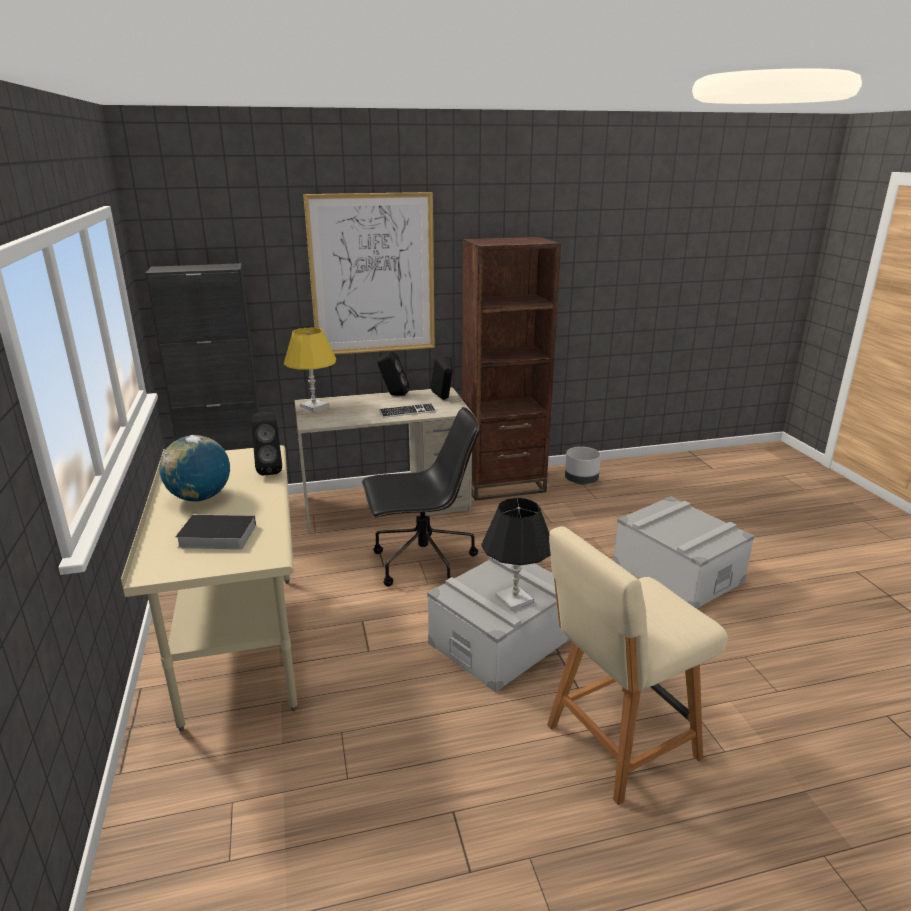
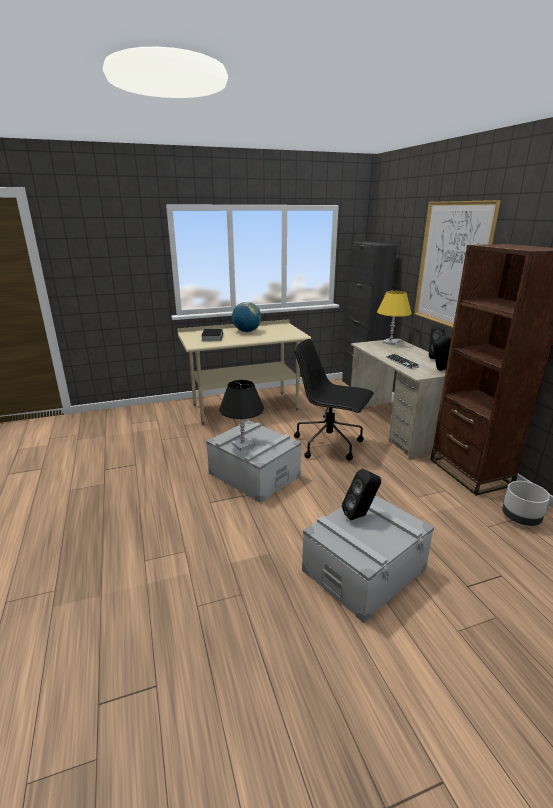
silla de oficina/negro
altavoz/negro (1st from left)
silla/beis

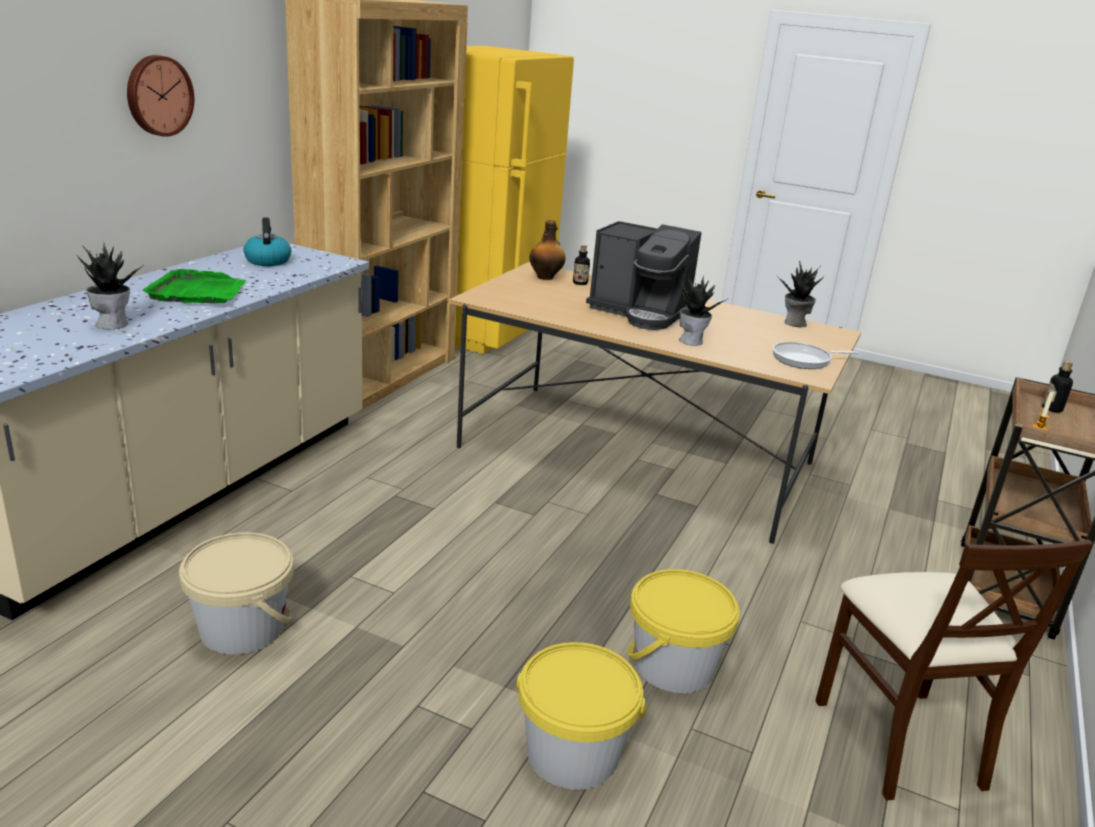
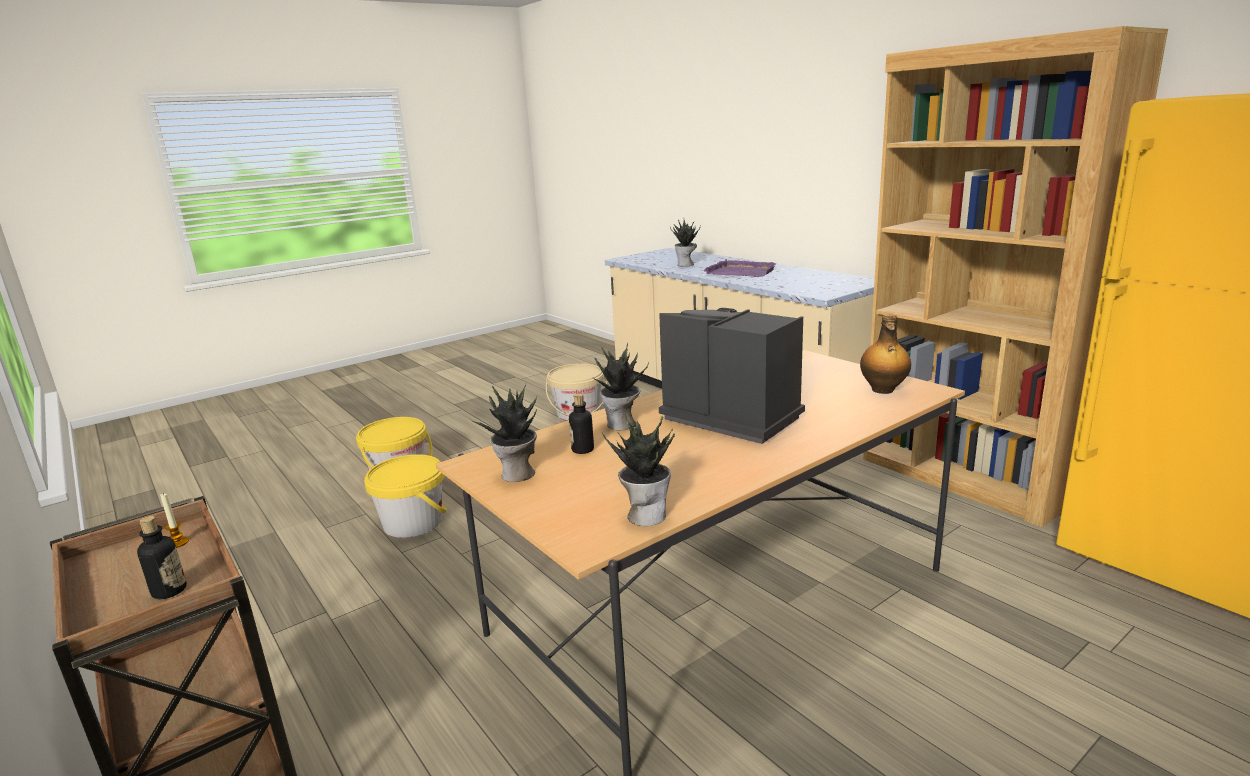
planta en maceta (1st from left)
botella (2nd from left)
cafetera
bandeja/morado
reloj de pared
hervidor
silla/beis

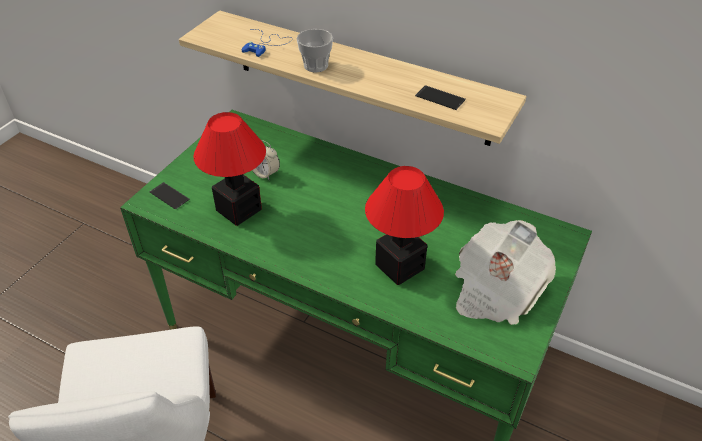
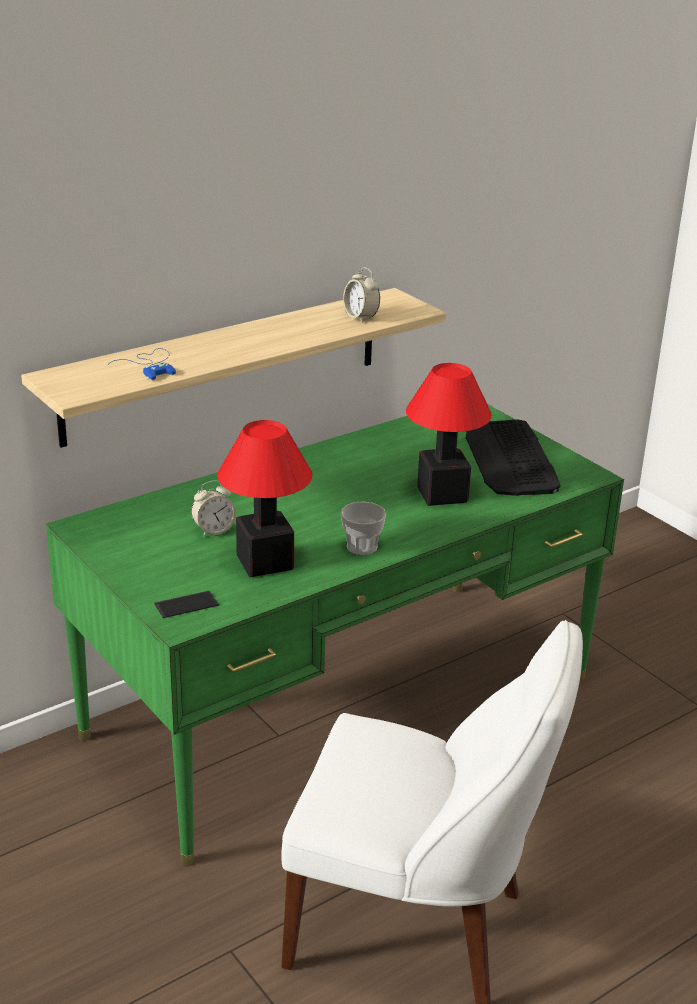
taza
despertador (2nd from left)
teclado

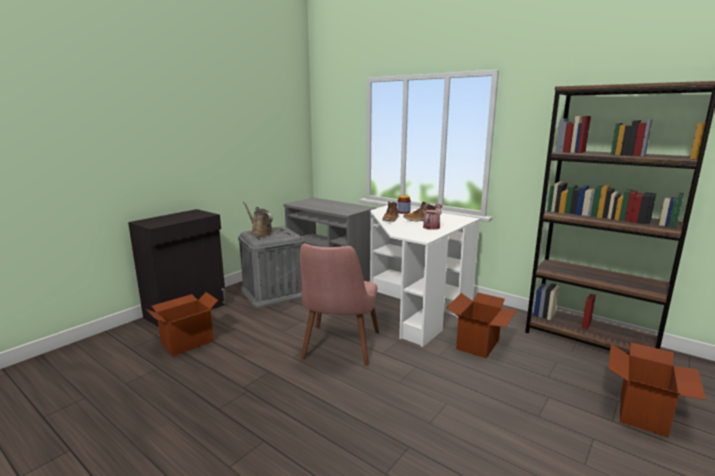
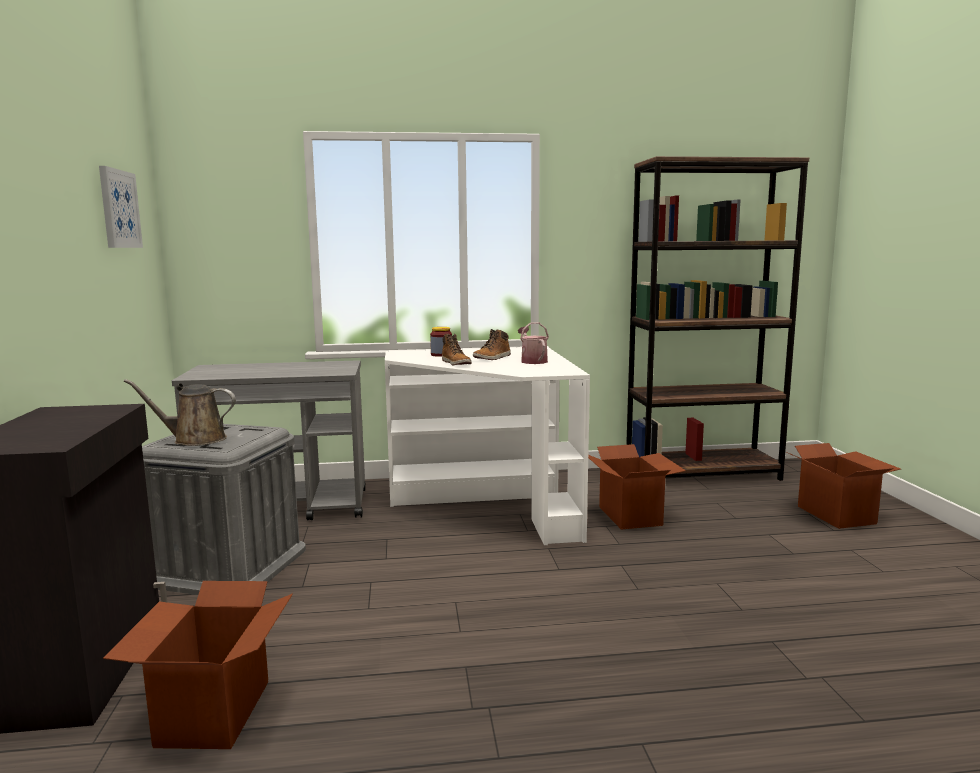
cuadro
silla/rosa

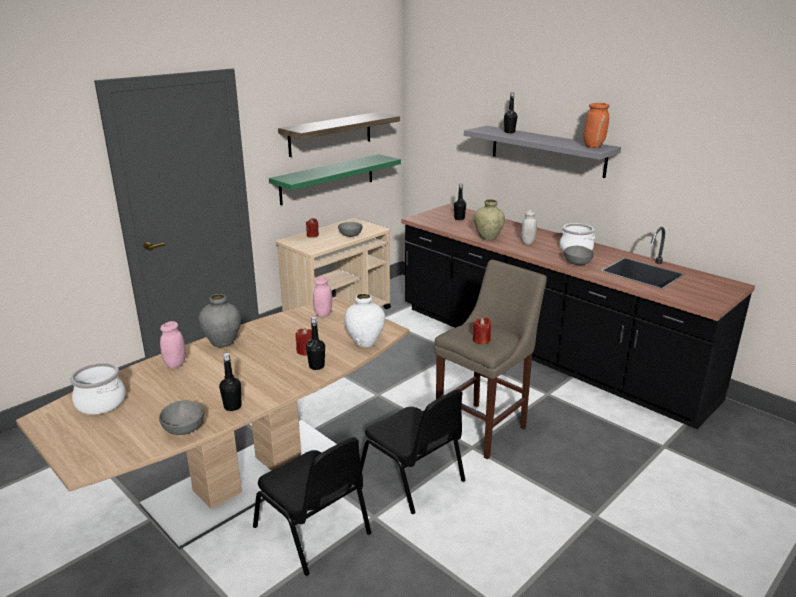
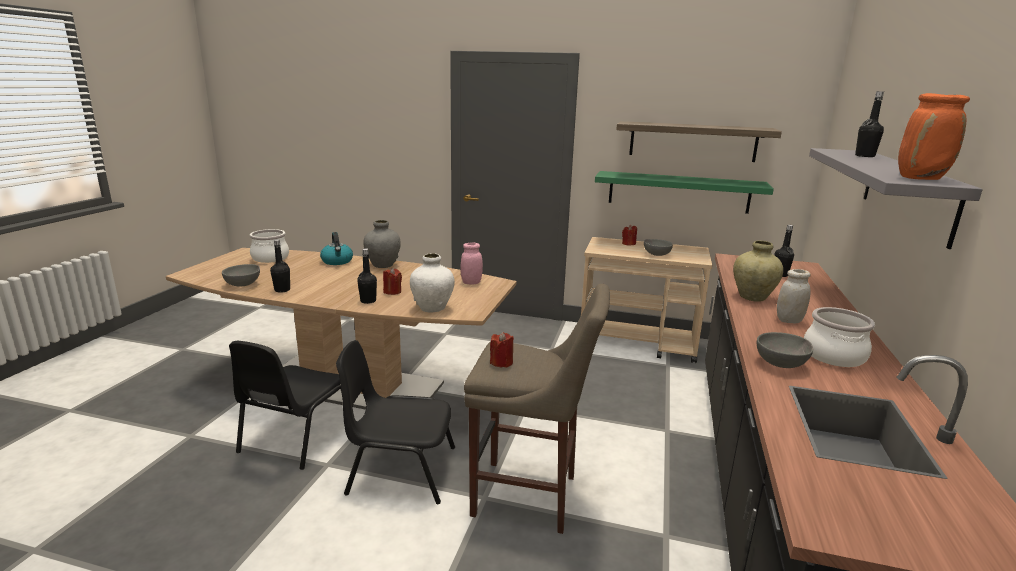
hervidor
silla/negro (2nd from left)

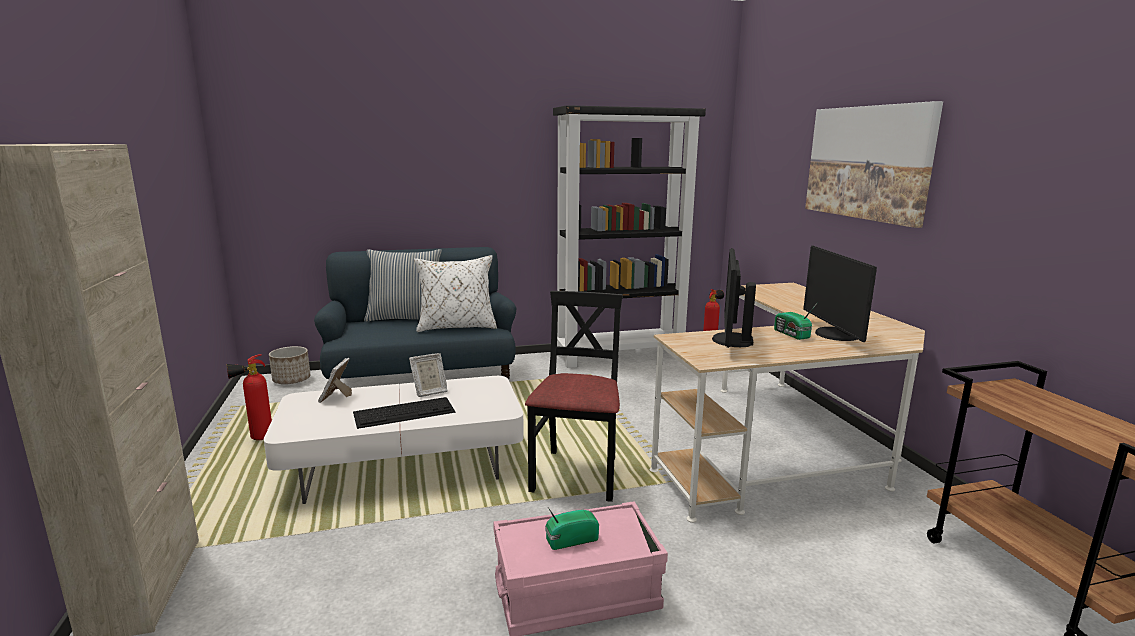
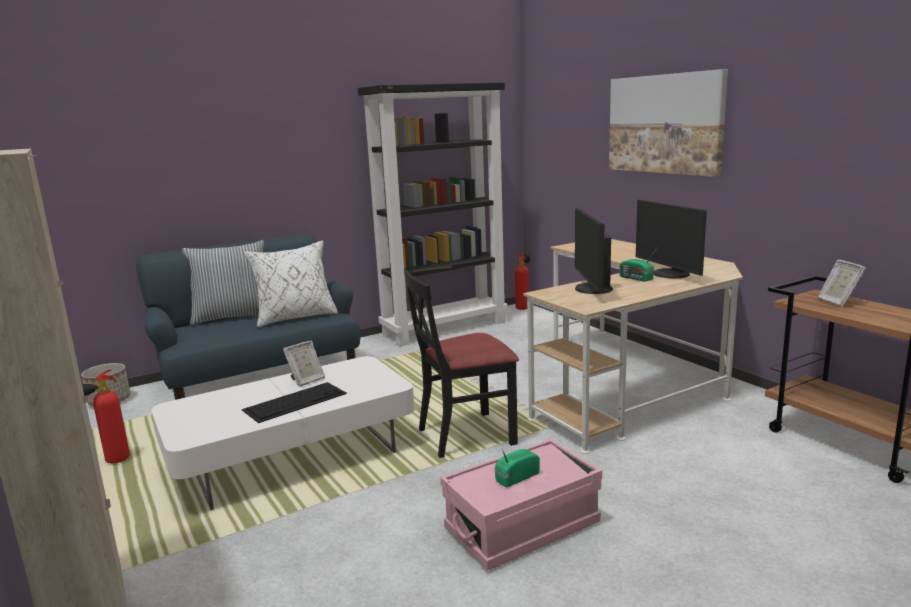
silla/negro
portarretratos (2nd from left)

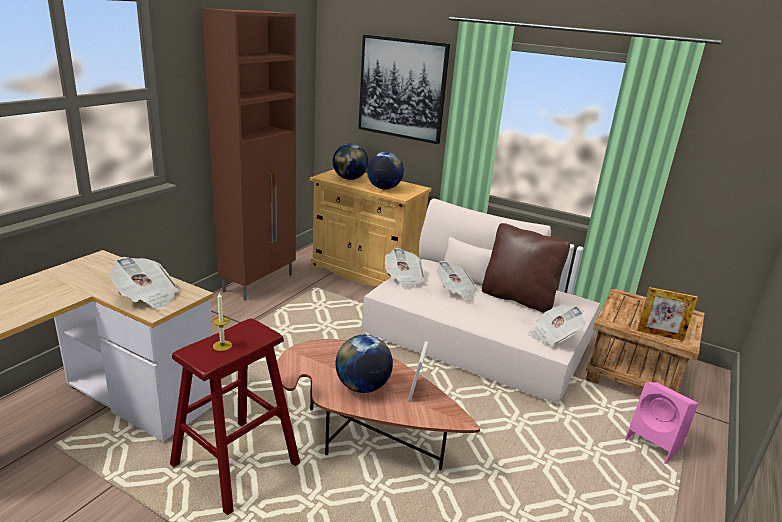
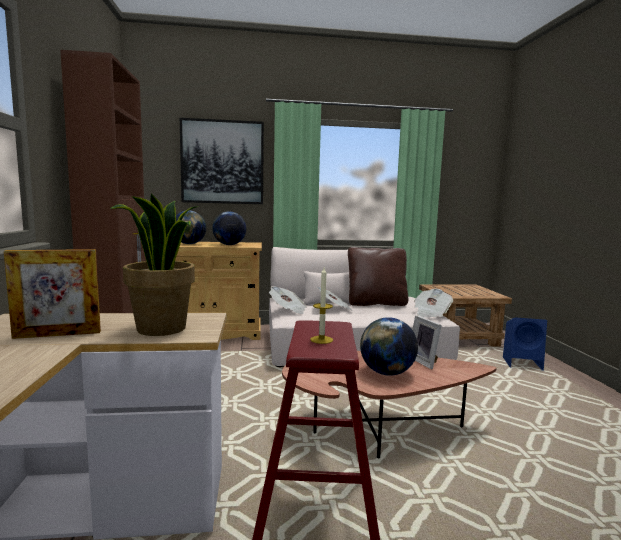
portarretratos (1st from left)
planta en maceta
altavoz/azul

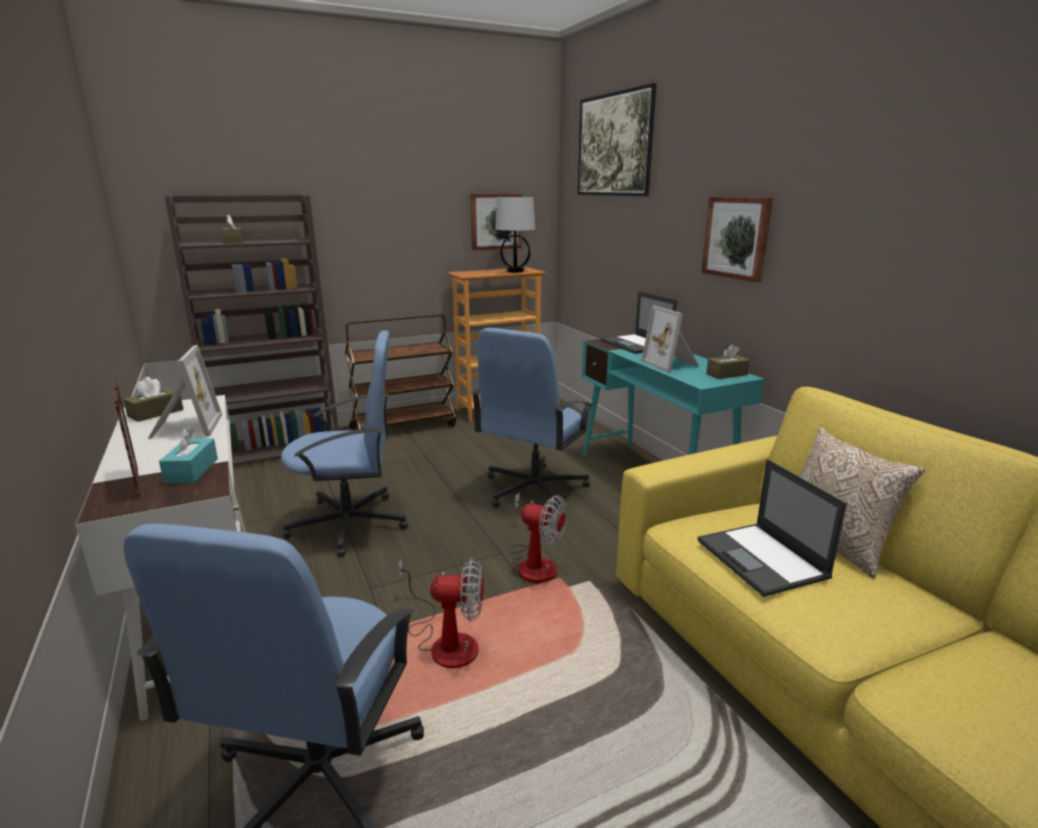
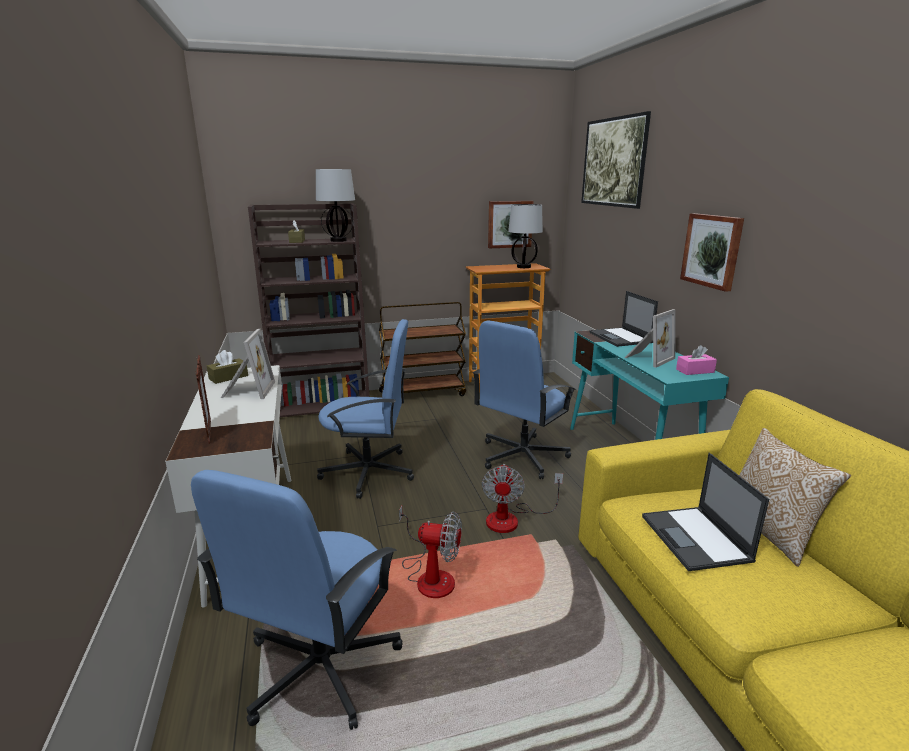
lámpara de mesa (1st from left)
ventilador (2nd from left)
portarretratos (3rd from left)
caja de pañuelos/rosa
caja de pañuelos/turquesa

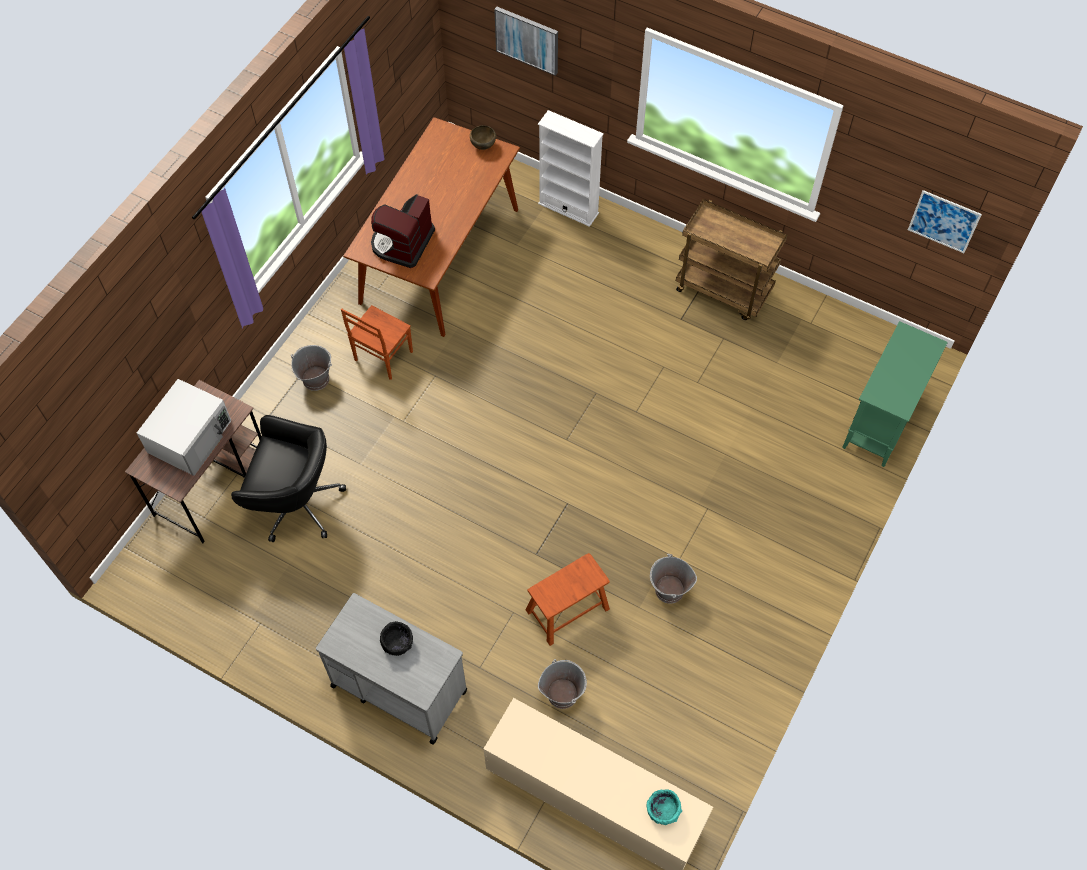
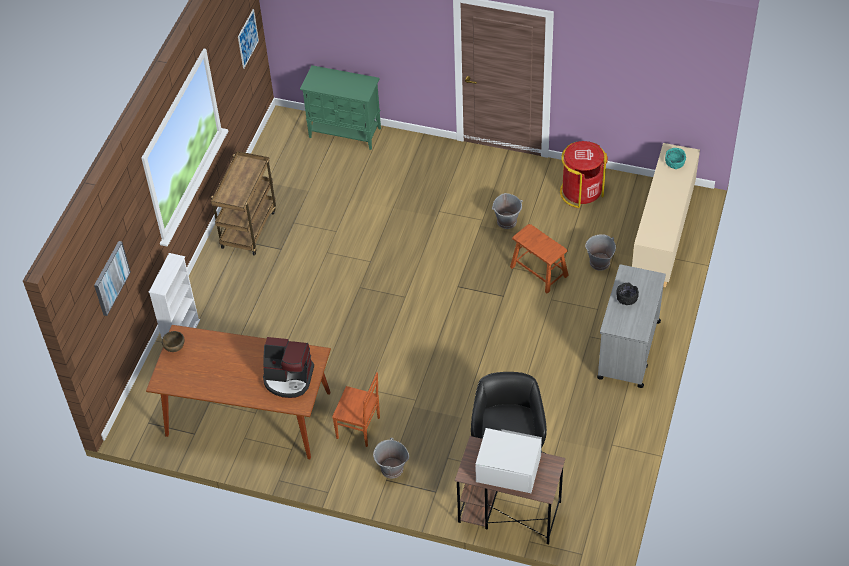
papelera/rojo

